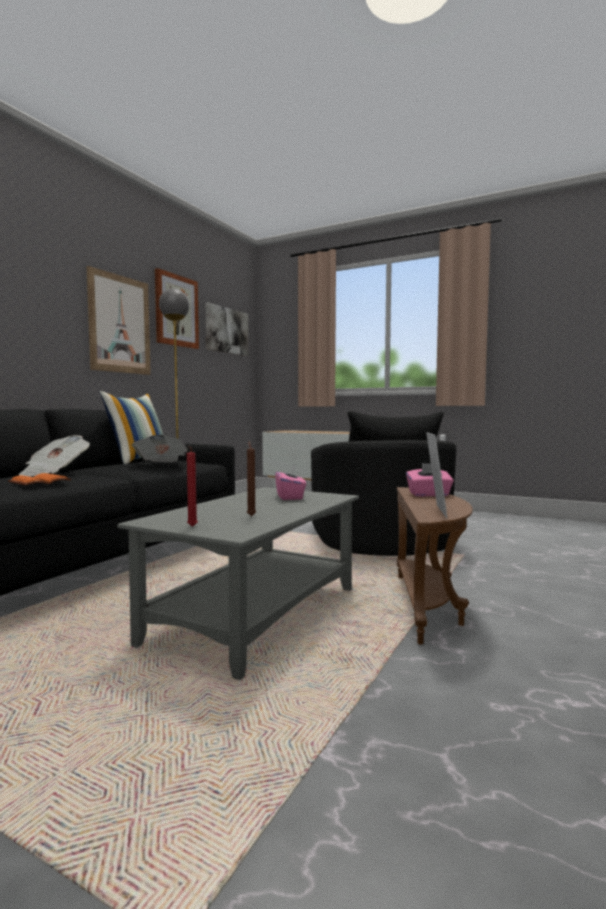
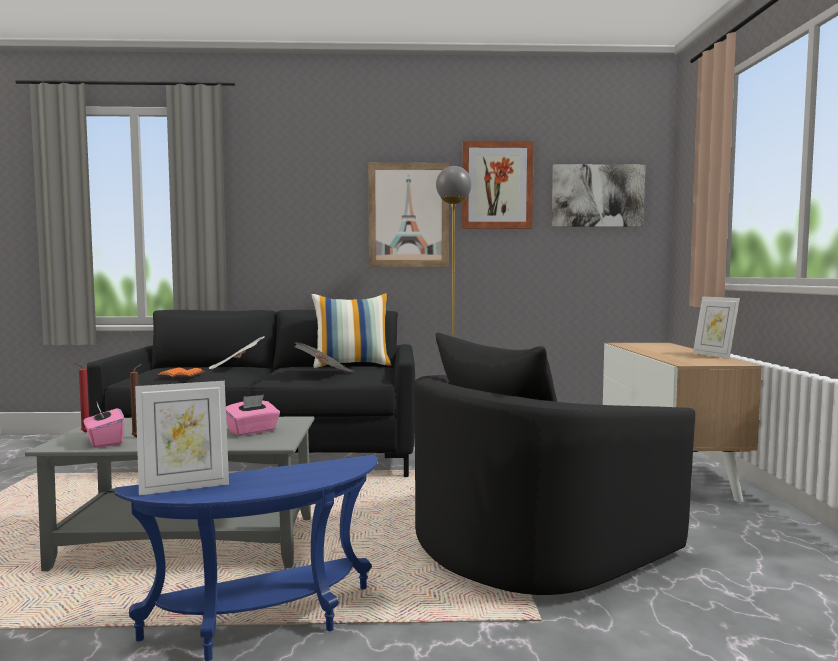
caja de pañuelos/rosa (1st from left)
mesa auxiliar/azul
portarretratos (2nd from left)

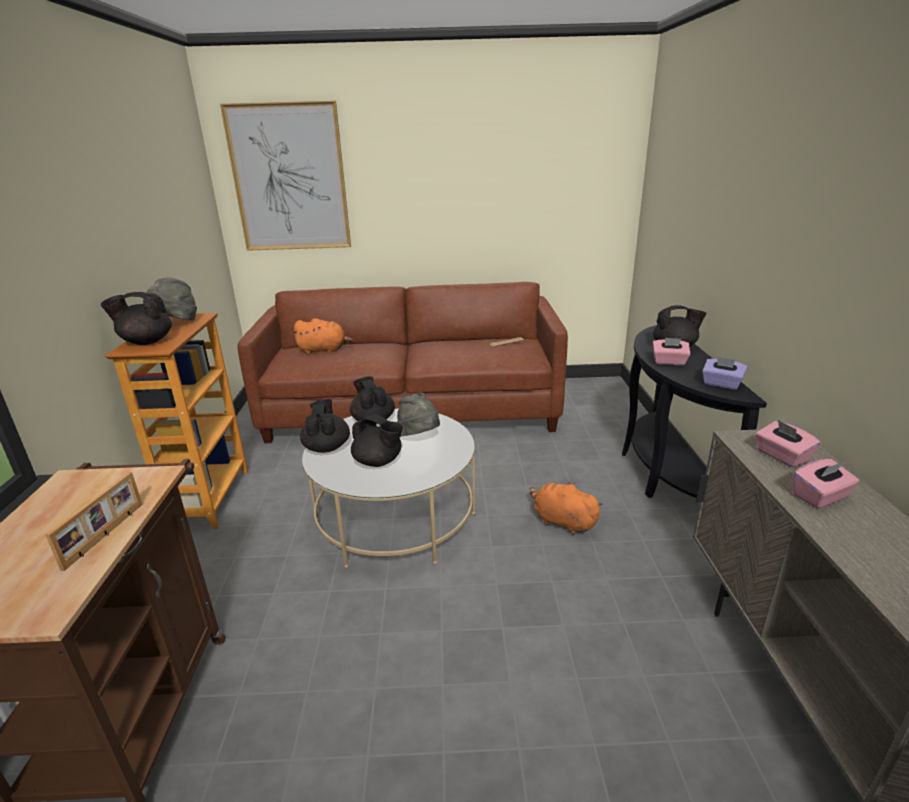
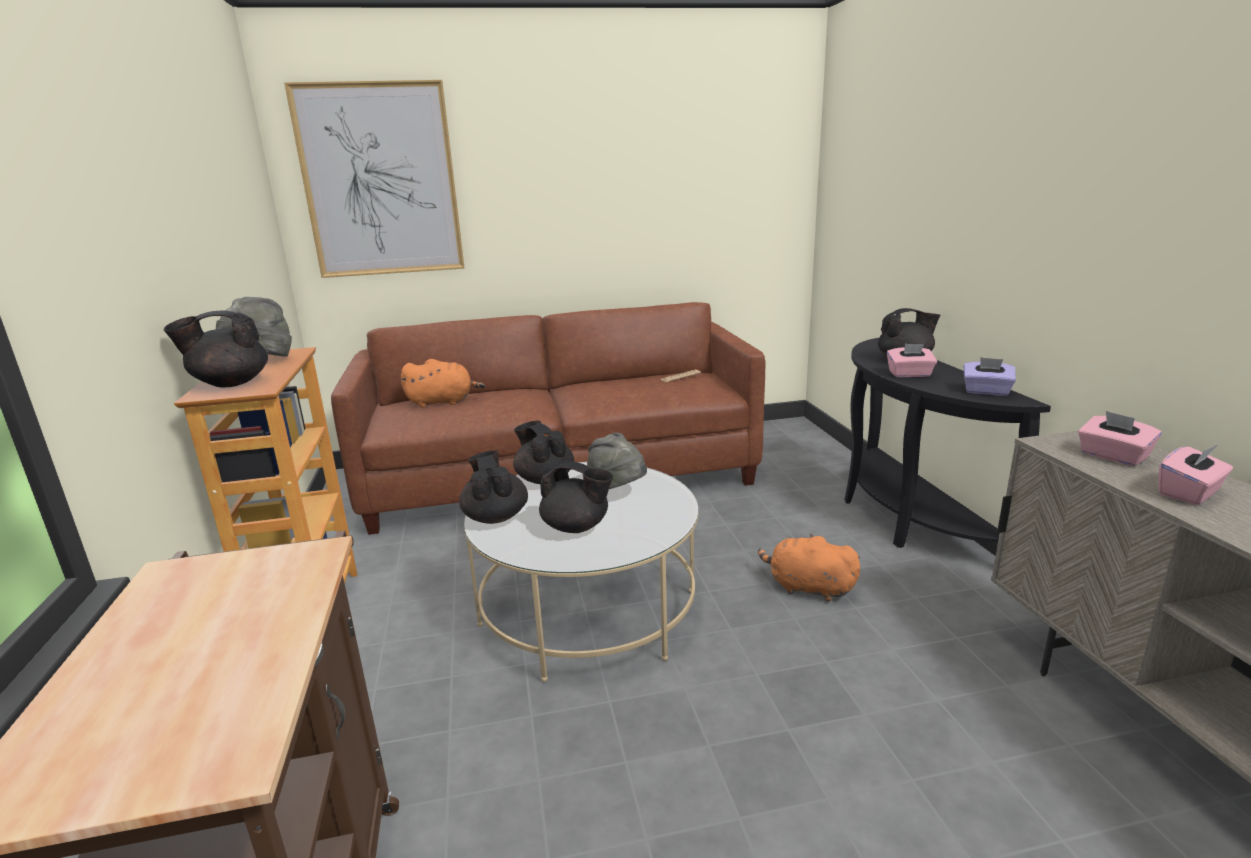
portarretratos

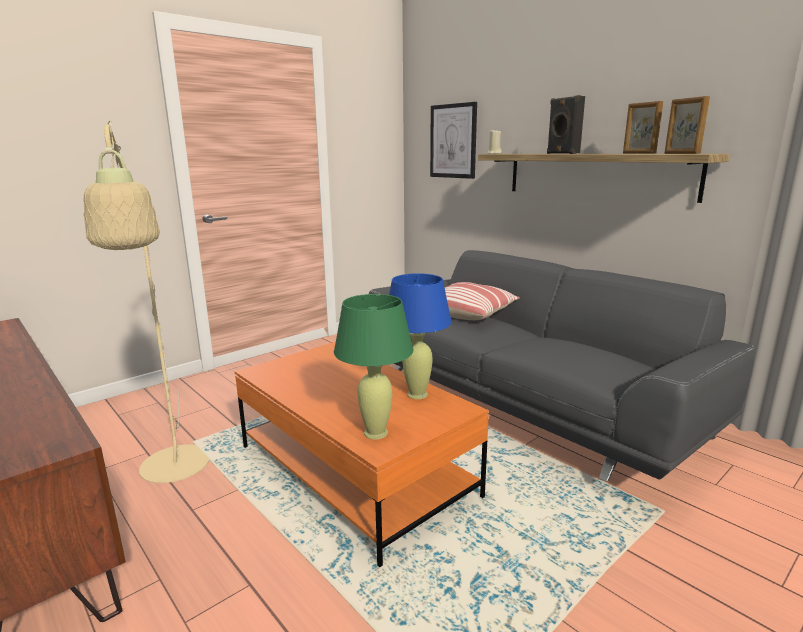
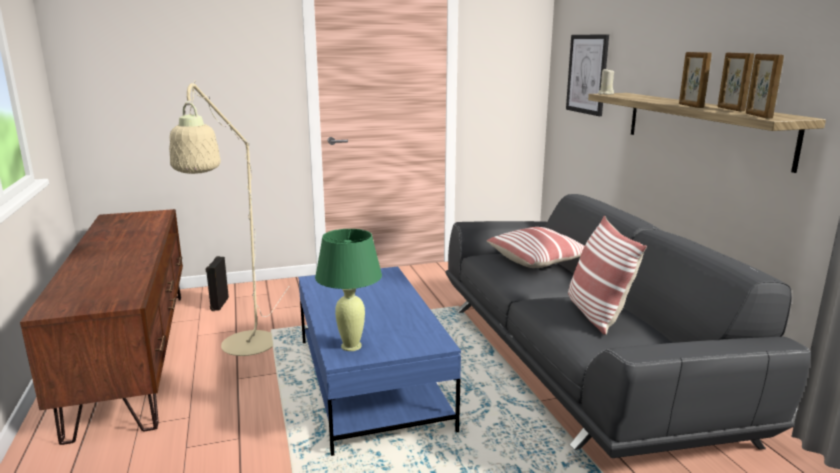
altavoz/negro
mesa de centro/azul
cojín (2nd from left)
portarretratos (1st from left)
lámpara de mesa/azul

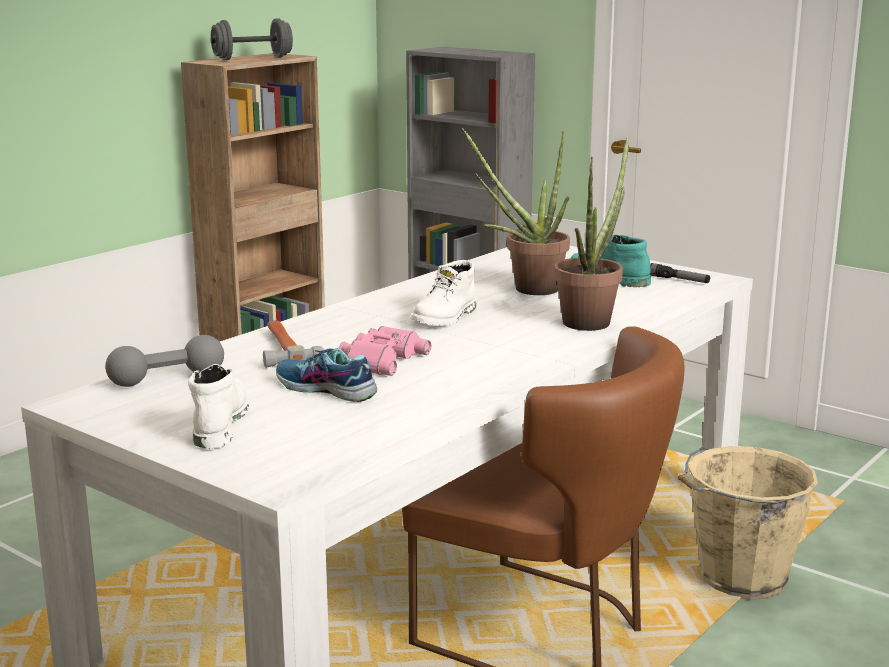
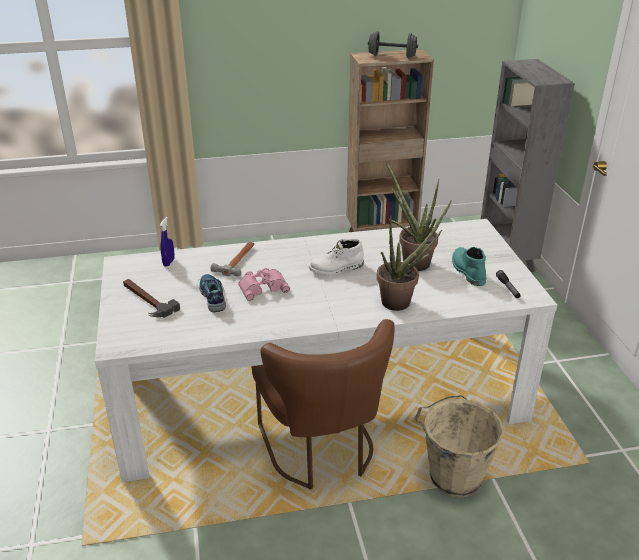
martillo (1st from left)
pulverizador/azul

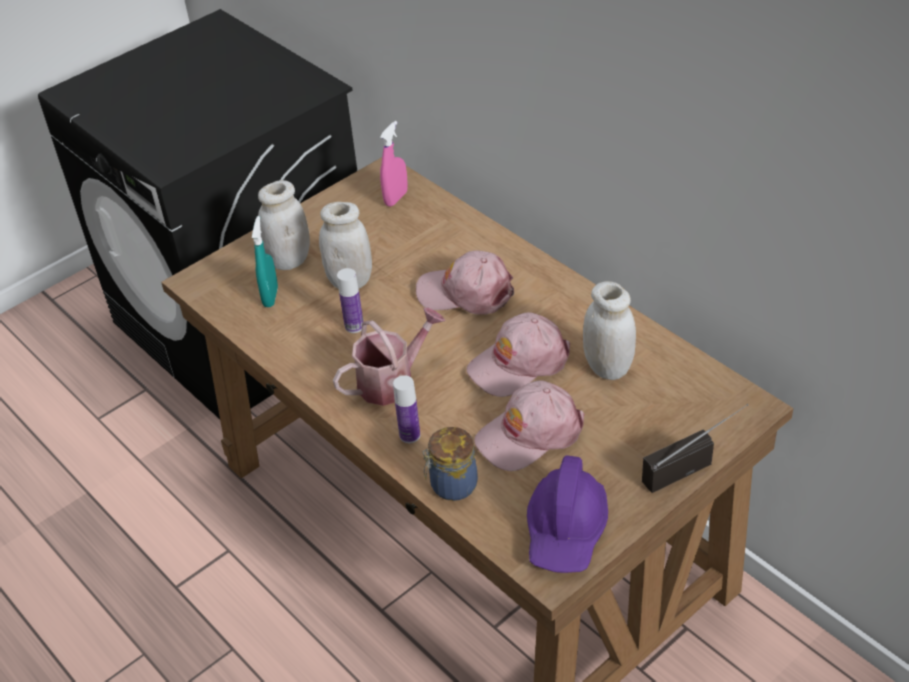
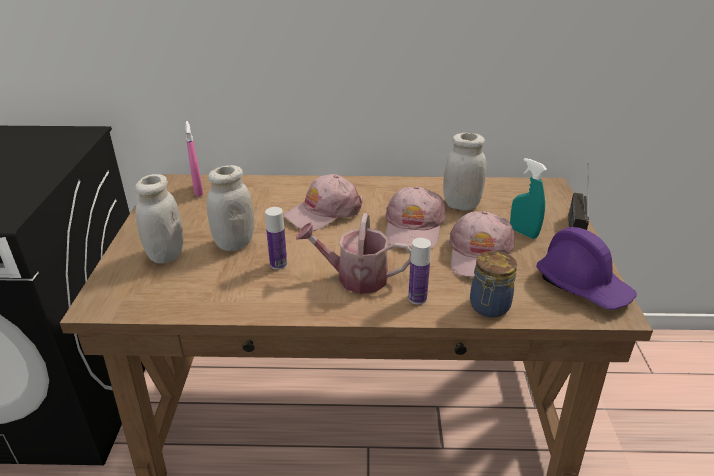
regadera
pulverizador/turquesa

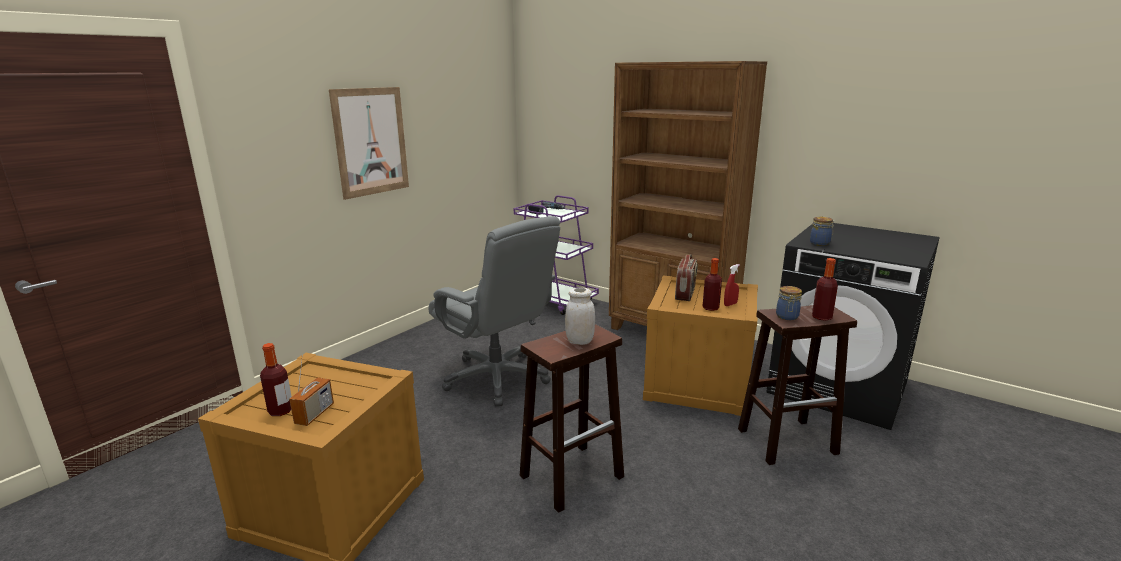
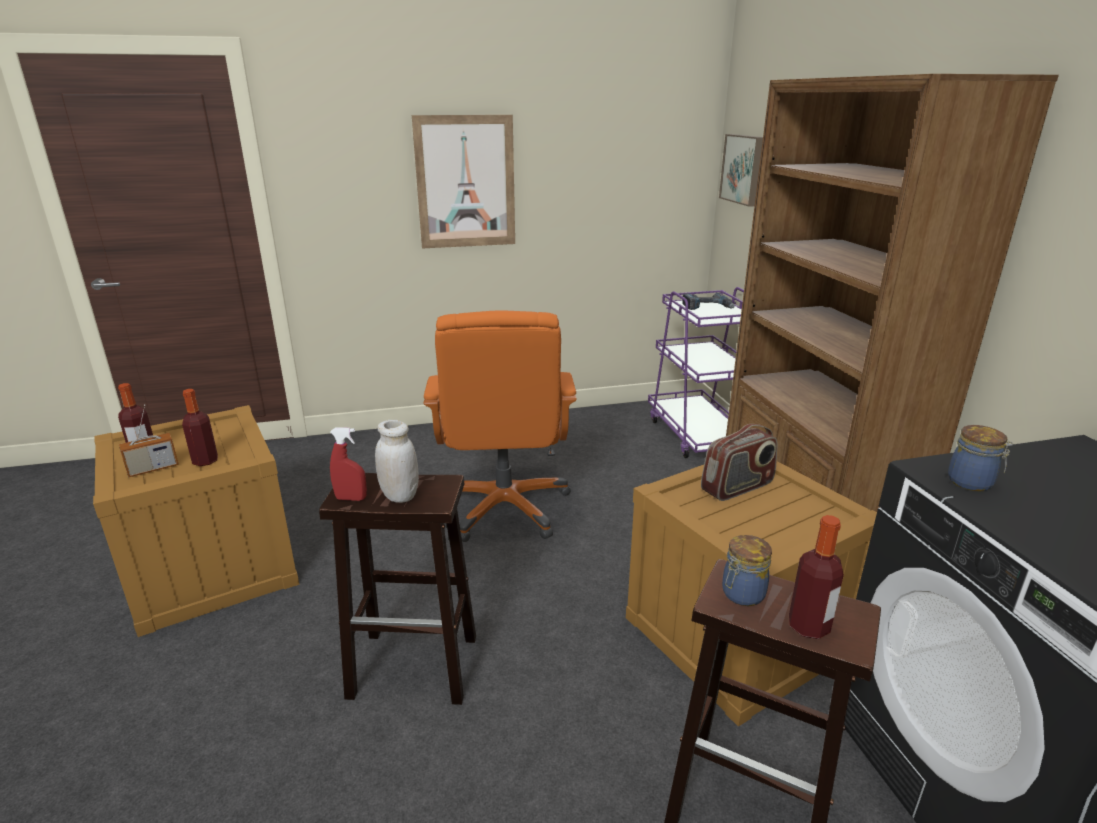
botella (2nd from left)
pulverizador/rojo
silla de oficina/naranja
cuadro (2nd from left)

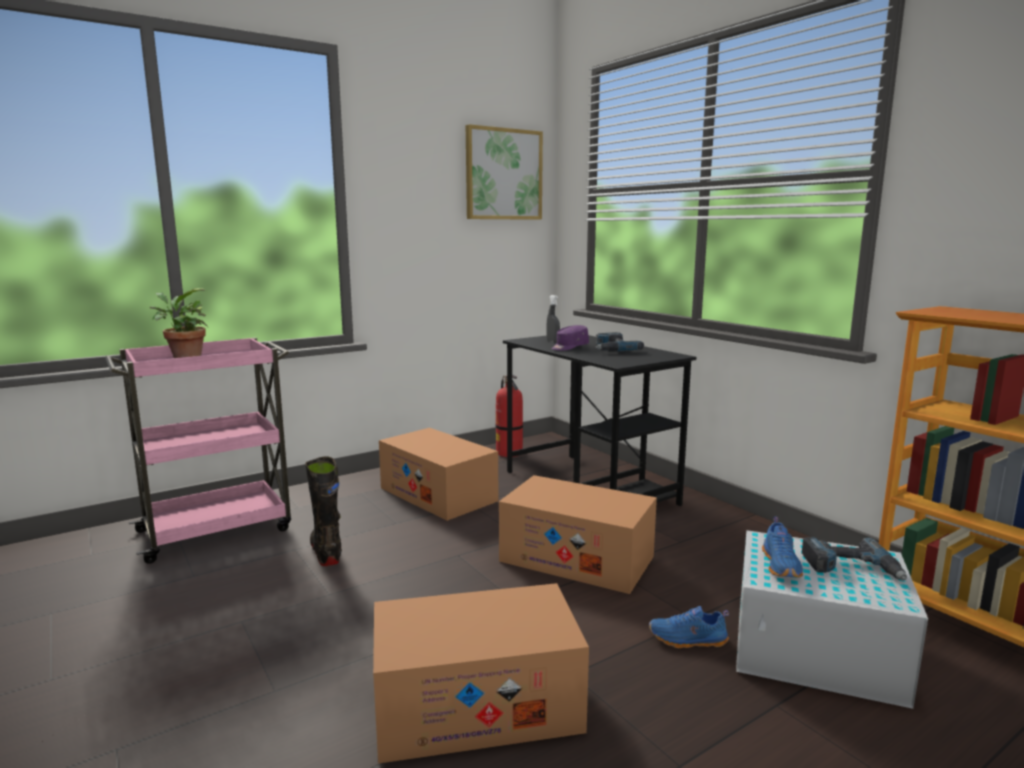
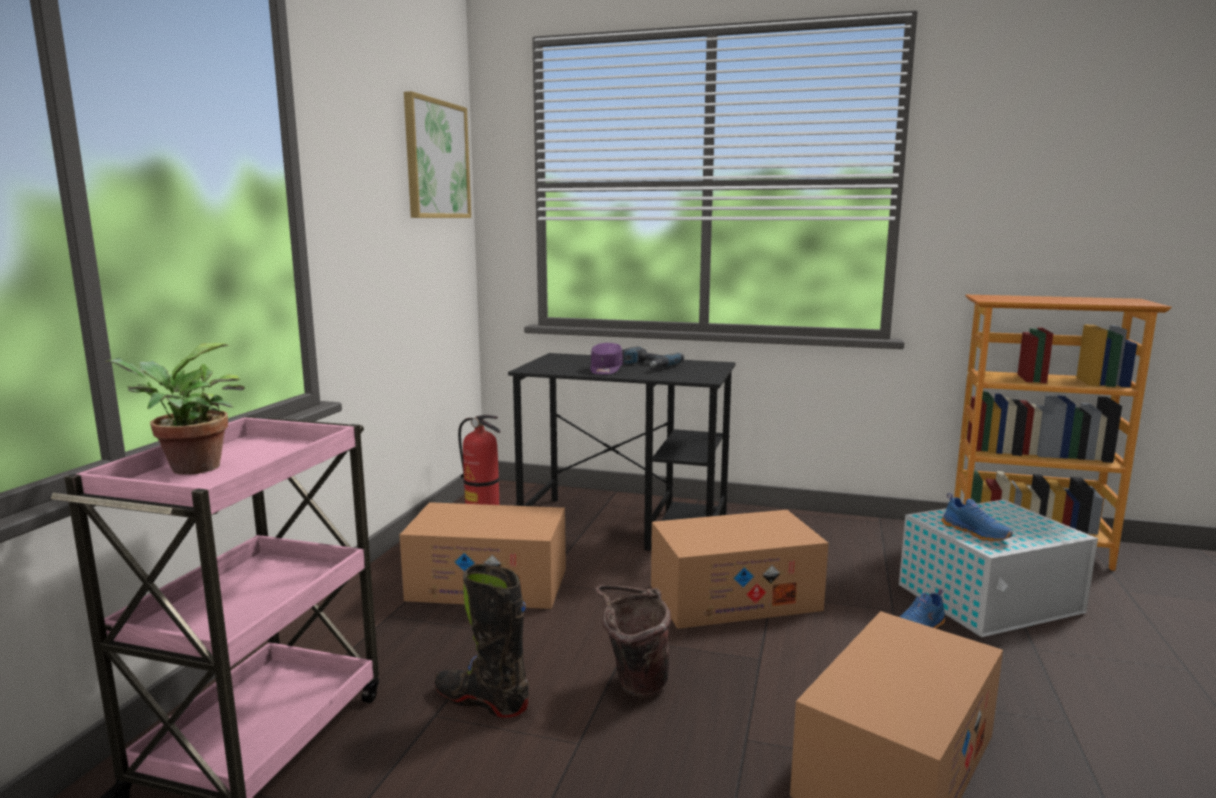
cubo/marrón
pulverizador/gris
taladro (2nd from left in the first image)

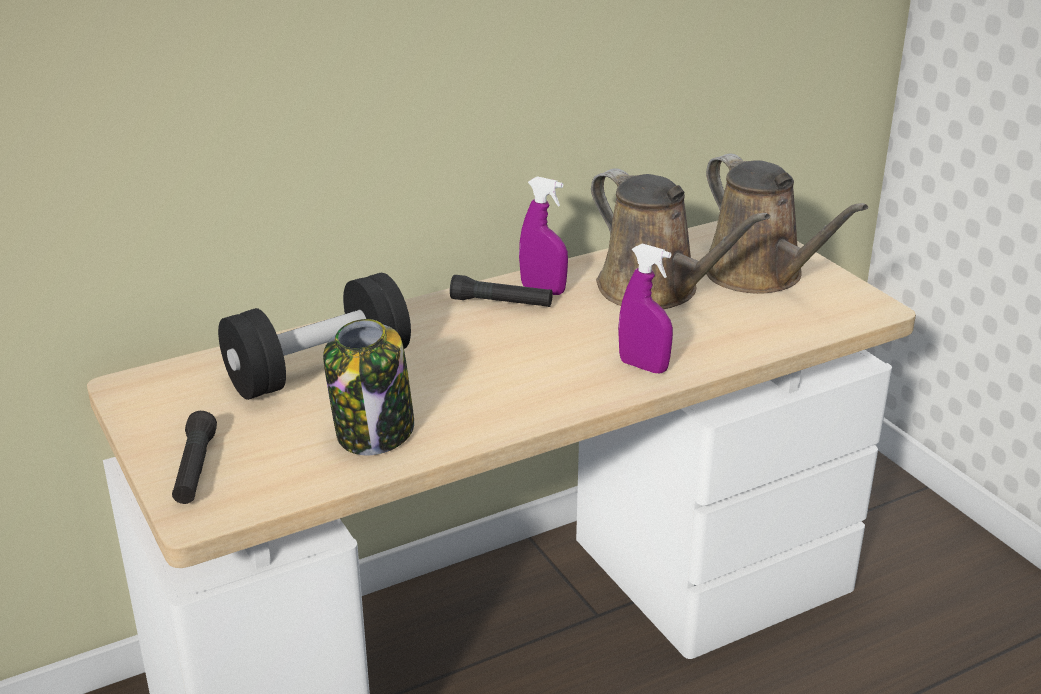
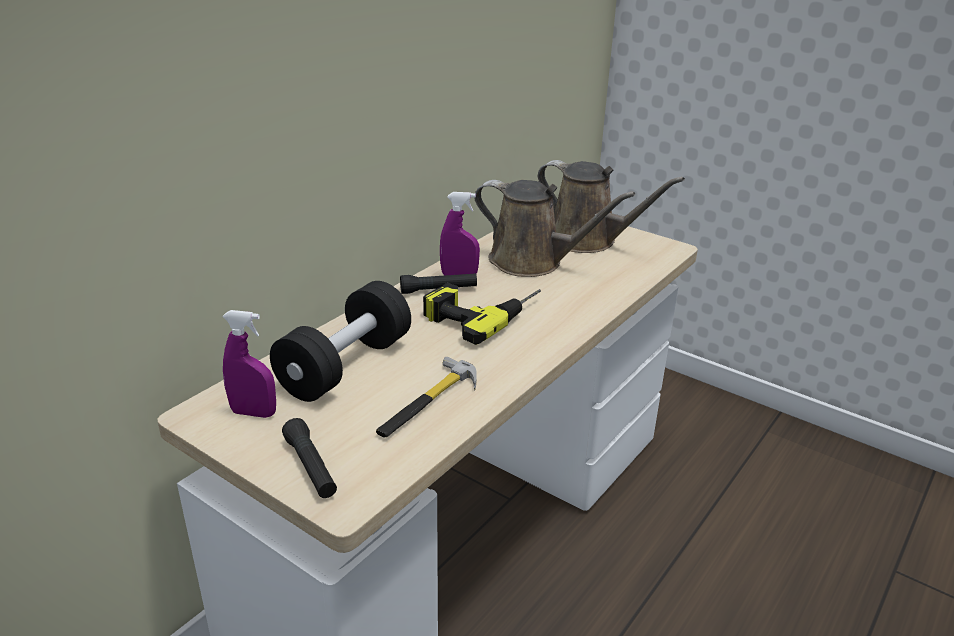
pulverizador/morado (1st from left)
martillo
taladro

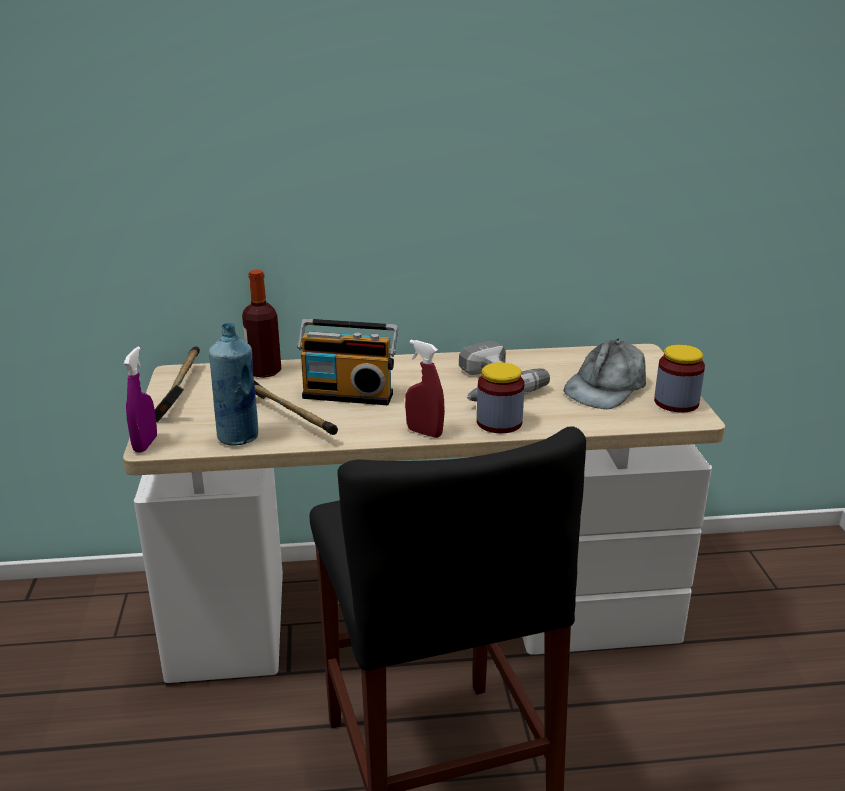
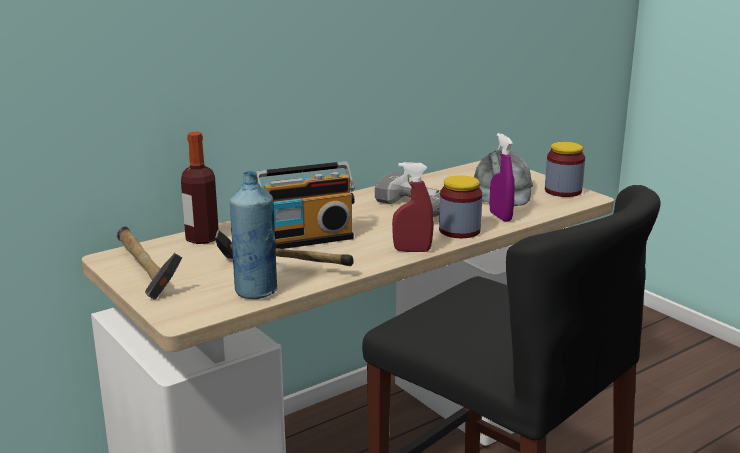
pulverizador/morado

